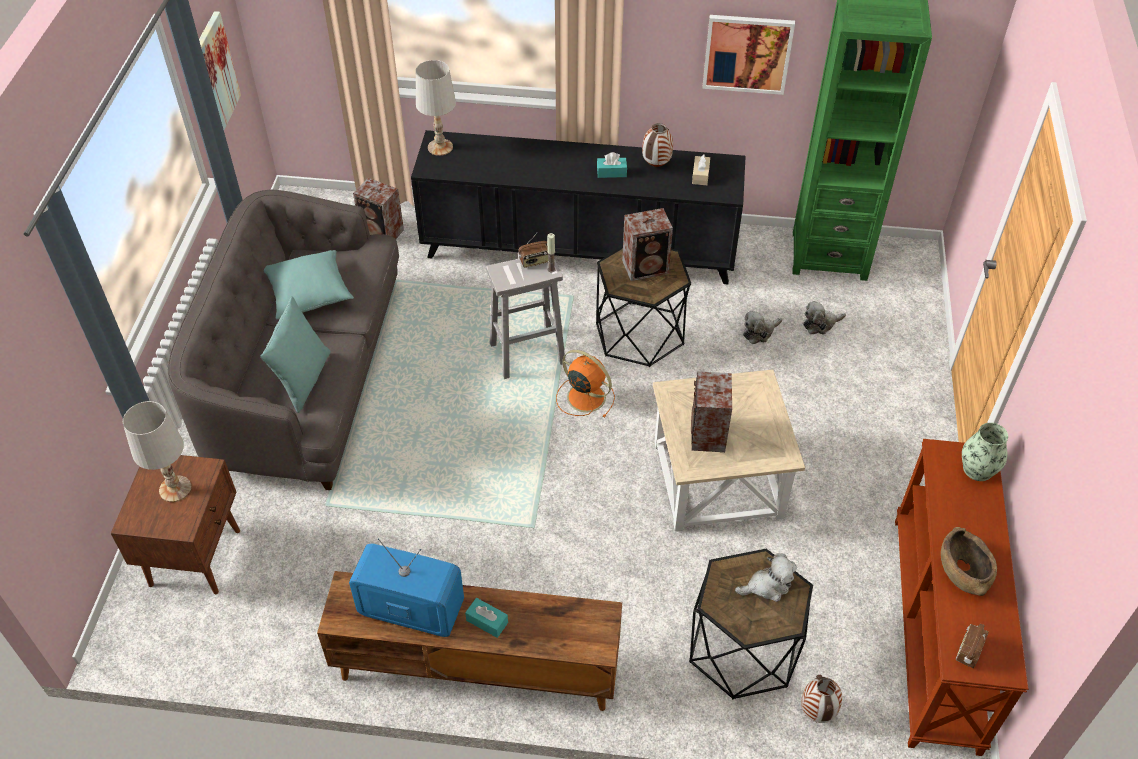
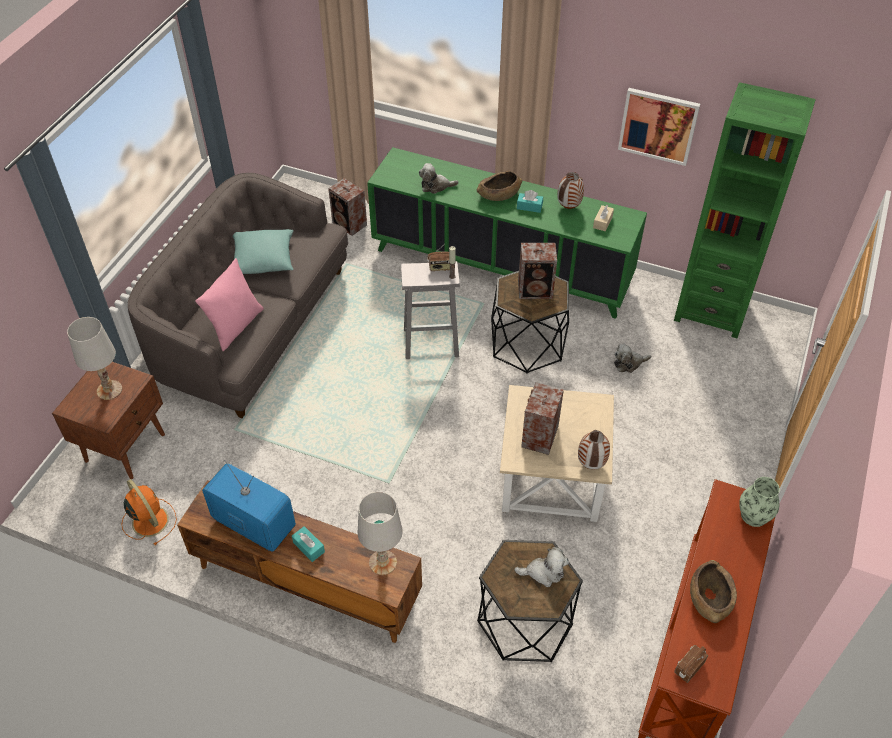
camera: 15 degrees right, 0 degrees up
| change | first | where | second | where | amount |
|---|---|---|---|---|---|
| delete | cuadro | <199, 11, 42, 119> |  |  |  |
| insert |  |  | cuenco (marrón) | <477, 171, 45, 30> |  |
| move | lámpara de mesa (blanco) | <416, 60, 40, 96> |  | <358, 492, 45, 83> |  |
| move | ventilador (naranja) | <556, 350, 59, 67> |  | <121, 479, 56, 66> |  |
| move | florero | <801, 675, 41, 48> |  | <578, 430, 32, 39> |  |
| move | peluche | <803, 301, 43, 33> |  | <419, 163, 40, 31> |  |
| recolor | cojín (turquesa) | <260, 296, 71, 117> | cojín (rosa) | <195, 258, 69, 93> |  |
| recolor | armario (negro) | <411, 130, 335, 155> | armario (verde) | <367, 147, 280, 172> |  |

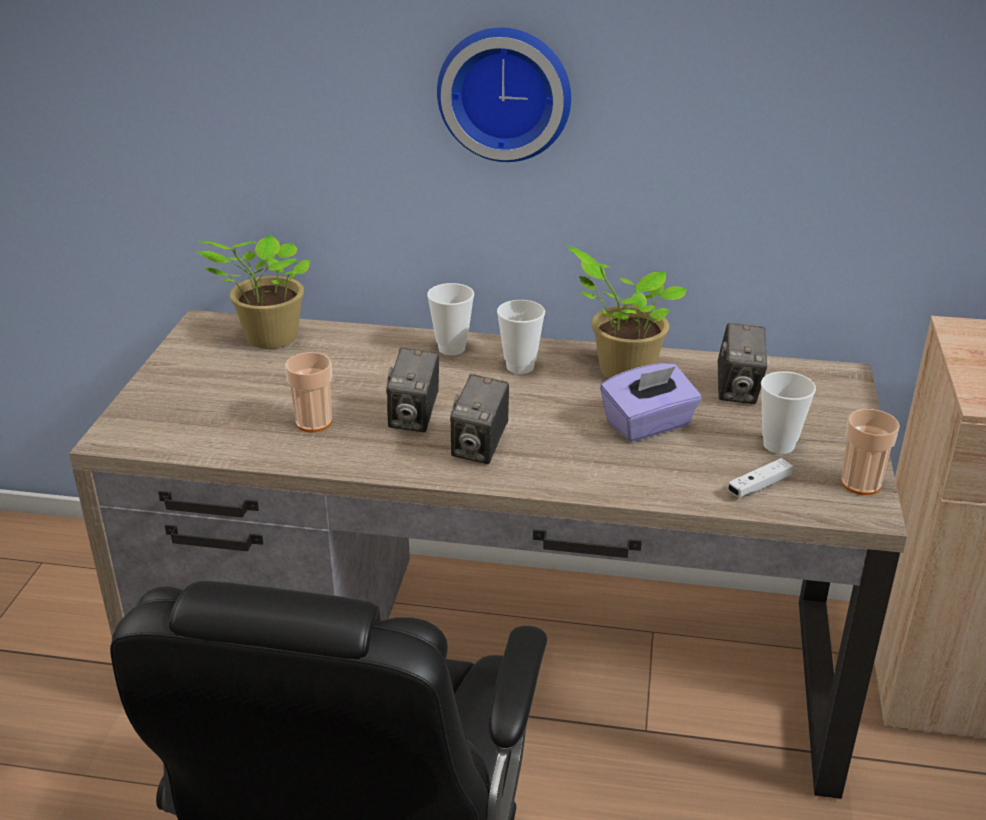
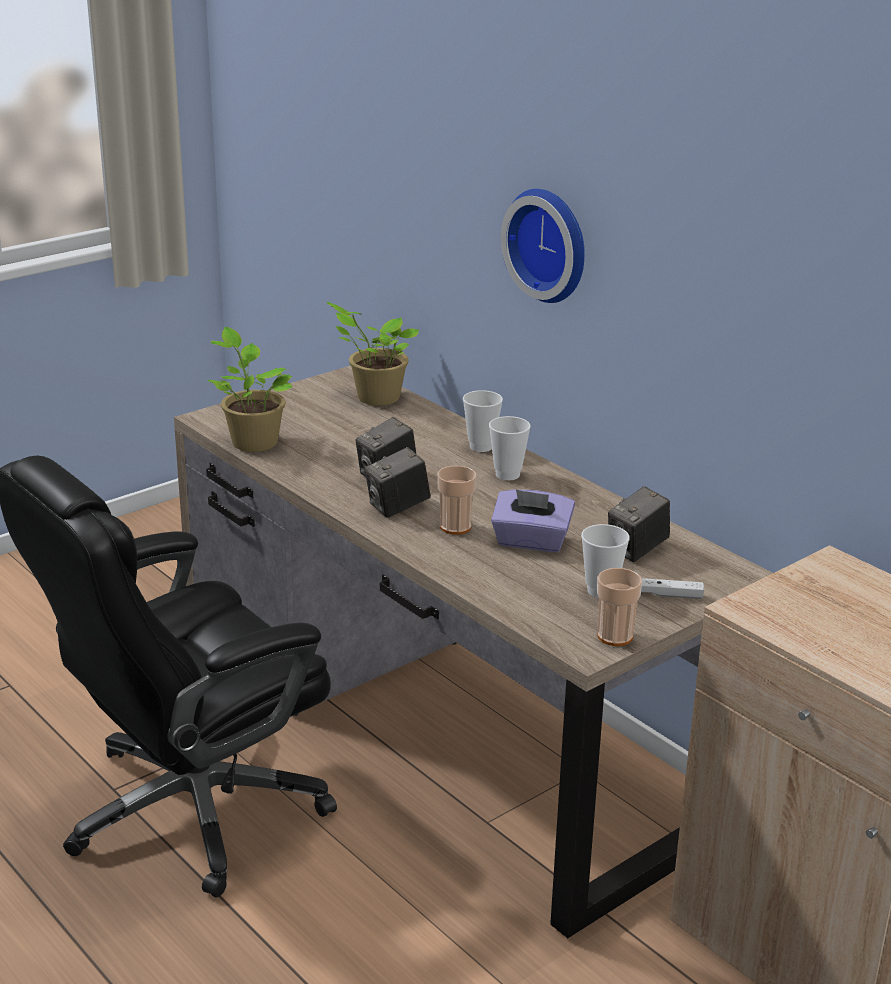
camera: 40 degrees right, 5 degrees down
| change | first | where | second | where | amount |
|---|---|---|---|---|---|
| move | taza | <285, 352, 47, 80> |  | <437, 466, 39, 69> |  |
| move | planta en maceta | <567, 246, 120, 132> |  | <208, 327, 85, 125> |  |
| move | mando de consola (blanco) | <727, 458, 66, 39> |  | <641, 578, 63, 21> |  |

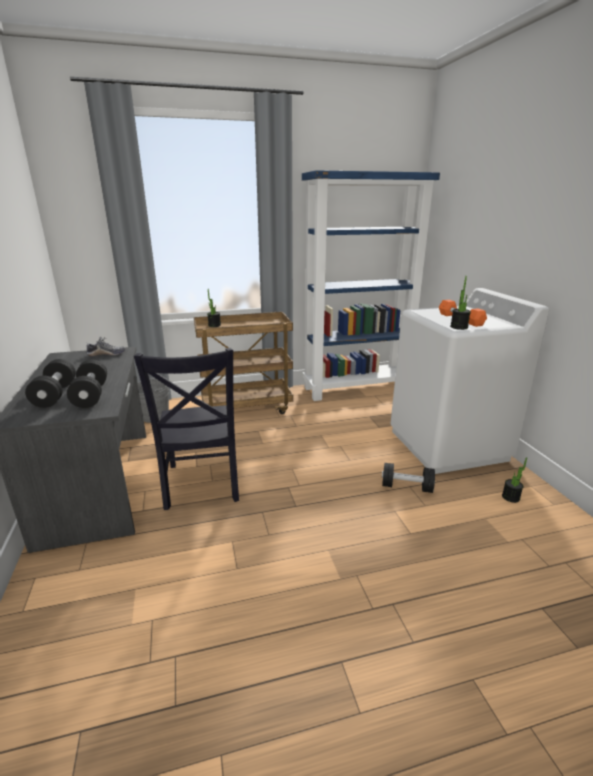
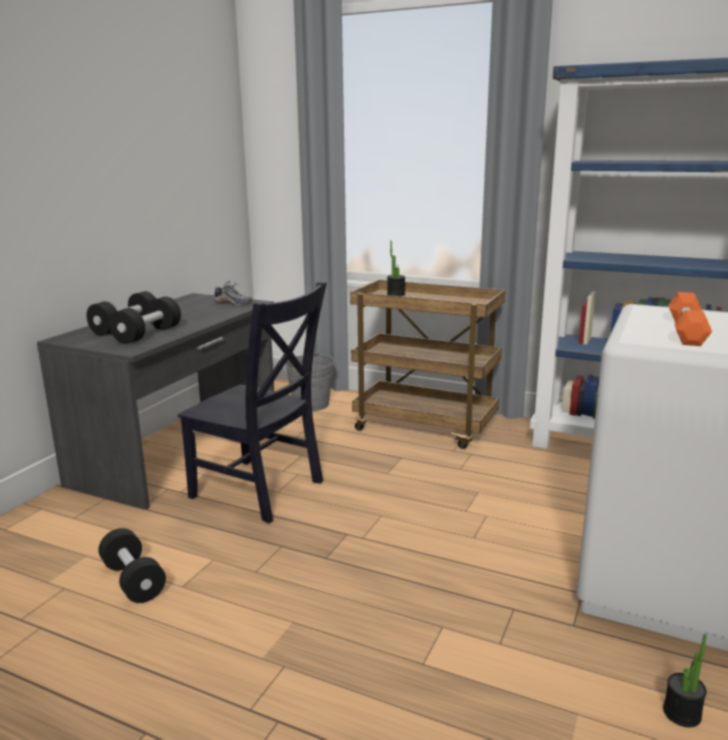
camera: 40 degrees right, 5 degrees down
| change | first | where | second | where | amount |
|---|---|---|---|---|---|
| delete | planta en maceta | <450, 276, 21, 54> |  |  |  |
| move | mancuerna (negro) | <382, 463, 53, 30> |  | <98, 528, 68, 75> |  |
| rotate | silla (negro) | <134, 348, 105, 162> |  | <178, 282, 149, 242> | 90 degrees counterclockwise |

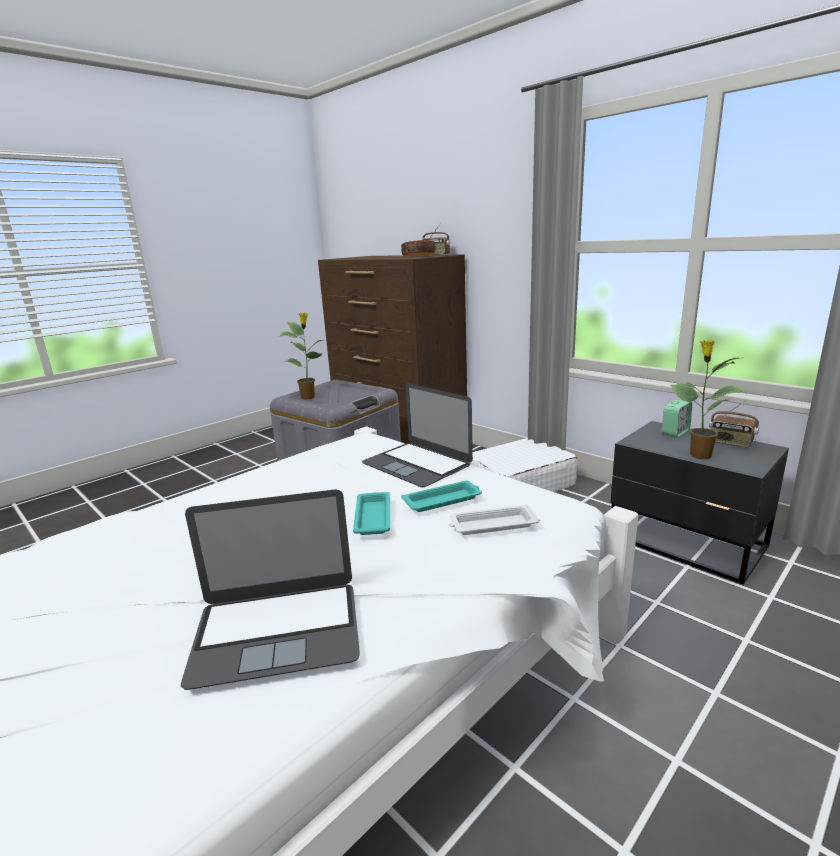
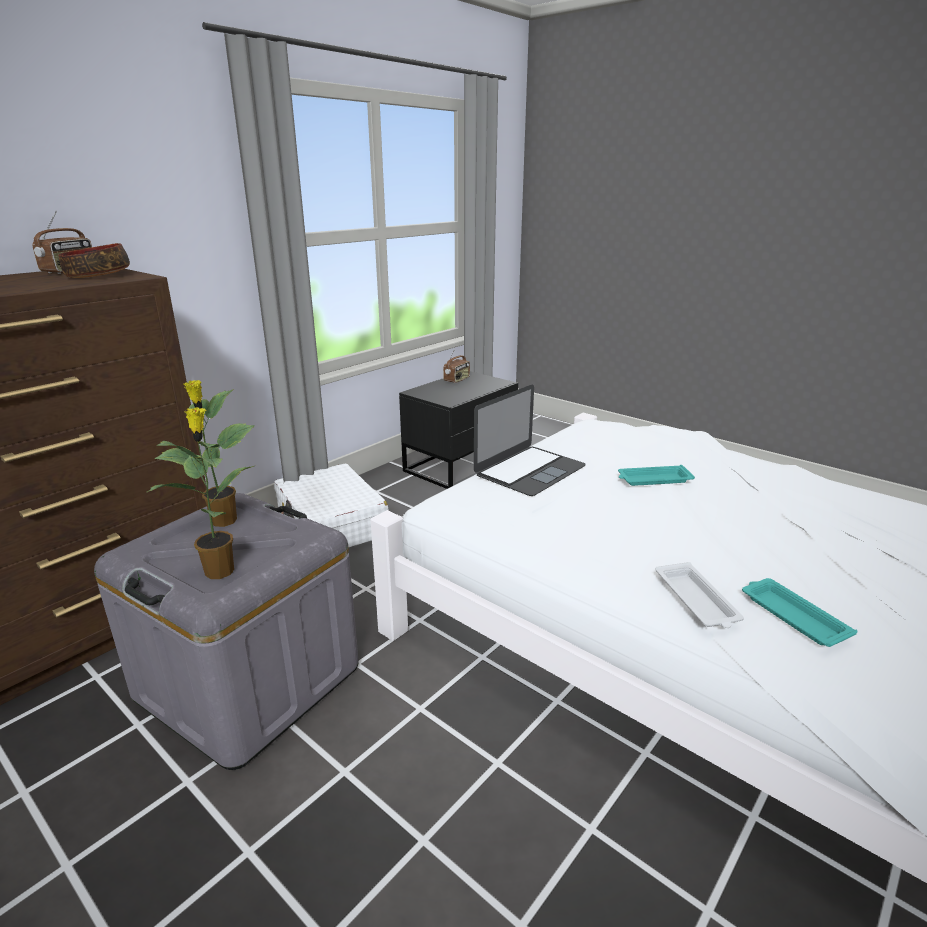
camera: 95 degrees left, 5 degrees up
| change | first | where | second | where | amount |
|---|---|---|---|---|---|
| delete | portátil | <181, 490, 179, 200> |  |  |  |
| delete | despertador | <662, 400, 30, 37> |  |  |  |
| move | bandeja (turquesa) | <401, 481, 81, 31> |  | <742, 578, 115, 69> |  |
| move | bandeja (blanco) | <449, 504, 91, 31> |  | <655, 562, 89, 66> |  |
| move | planta en maceta | <670, 339, 76, 120> |  | <154, 380, 101, 147> |  |

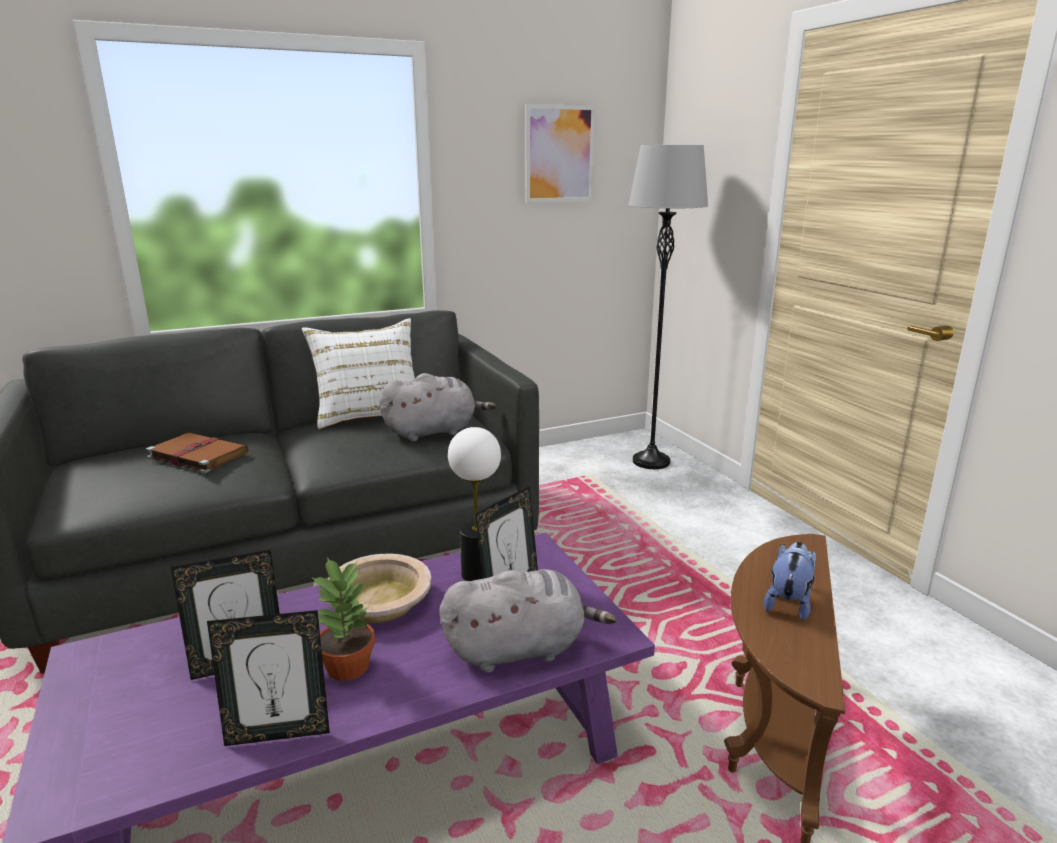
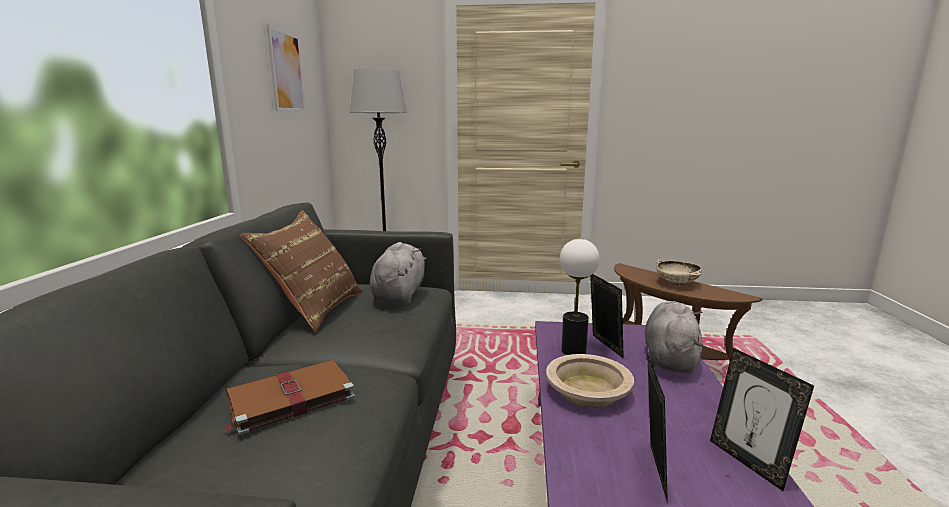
camera: 60 degrees left, 5 degrees down
| change | first | where | second | where | amount |
|---|---|---|---|---|---|
| delete | planta en maceta | <311, 557, 64, 124> |  |  |  |
| replace | peluche | <764, 542, 52, 79> | cuenco (beis) | <657, 260, 45, 25> |  |
| recolor | cojín (blanco) | <302, 318, 113, 111> | cojín (marrón) | <240, 210, 122, 121> |  |
| rotate | portarretratos | <207, 610, 123, 136> |  | <710, 348, 104, 143> | 135 degrees clockwise |

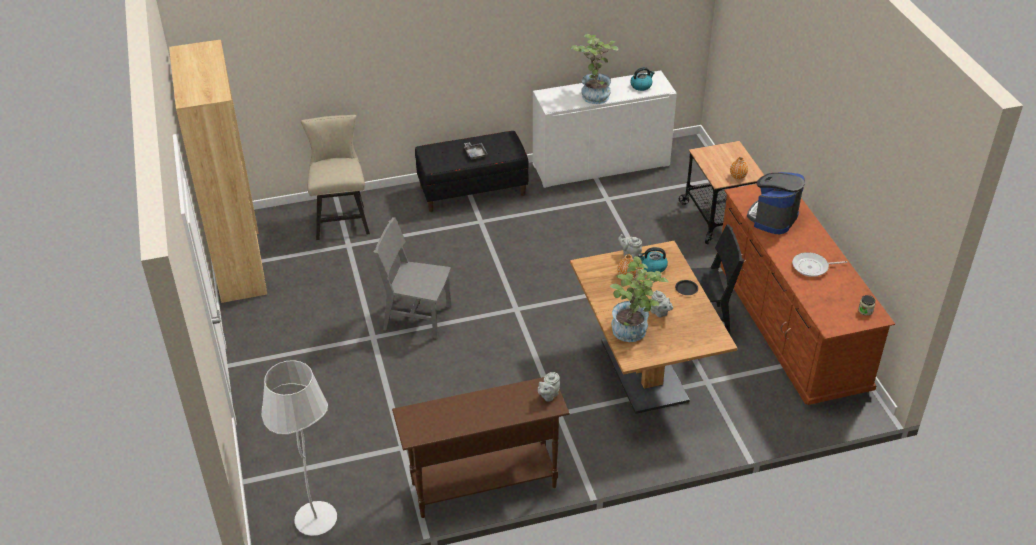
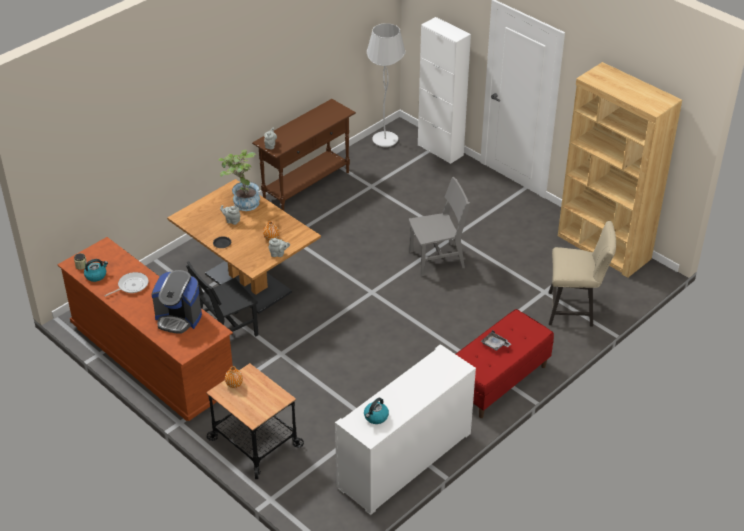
camera: 150 degrees right, 0 degrees up
| change | first | where | second | where | amount |
|---|---|---|---|---|---|
| delete | planta en maceta | <570, 34, 48, 70> |  |  |  |
| insert |  |  | armario (blanco) | <418, 17, 53, 147> |  |
| move | hervidor | <638, 247, 30, 25> |  | <84, 259, 24, 23> |  |
| recolor | banco (negro) | <415, 131, 114, 81> | banco (rojo) | <456, 309, 98, 109> |  |
| rotate | silla (beis) | <301, 115, 69, 125> |  | <549, 221, 67, 105> | 45 degrees counterclockwise |
| rotate | cafetera | <747, 172, 58, 62> |  | <151, 270, 51, 64> | 105 degrees clockwise |

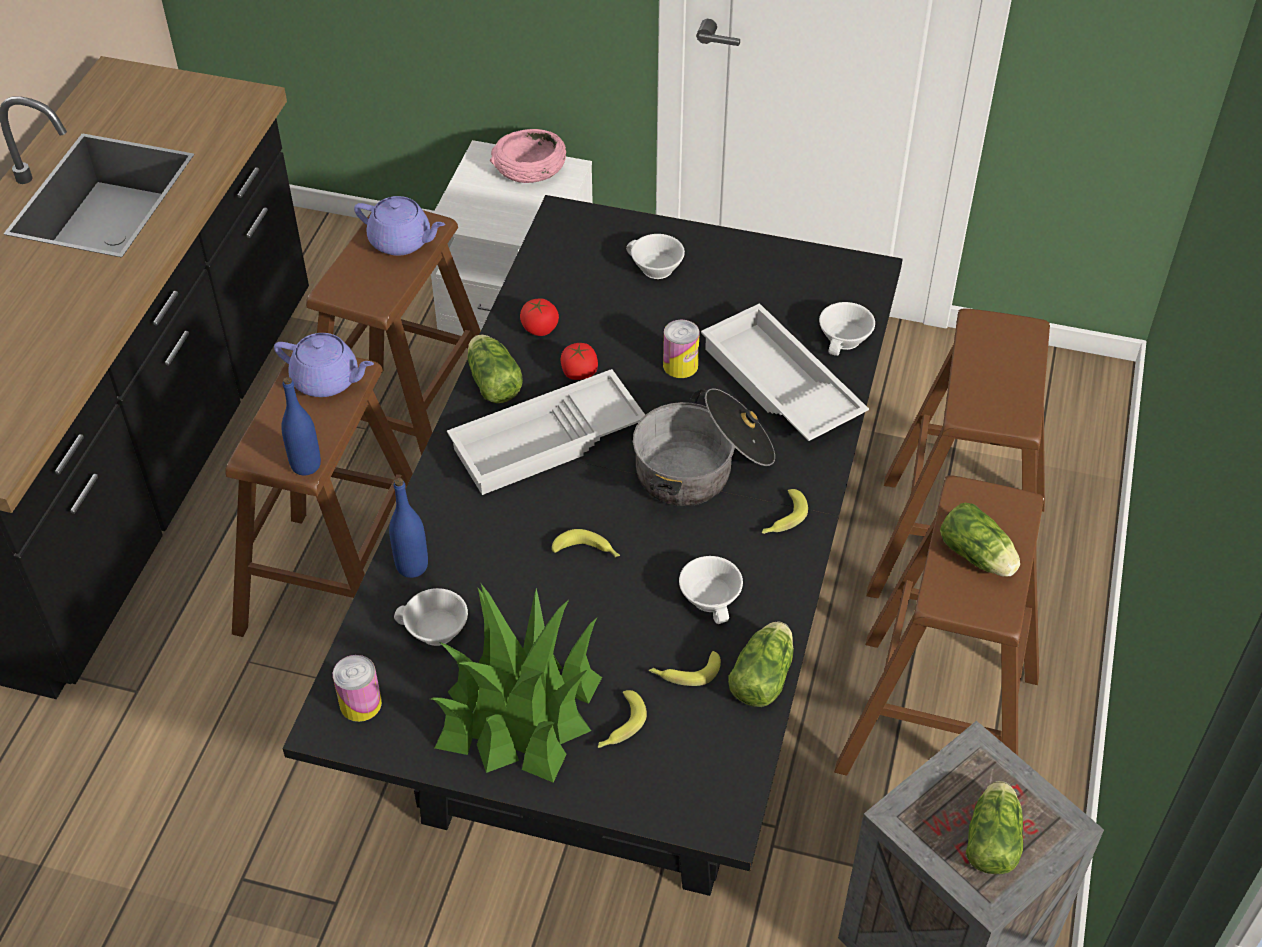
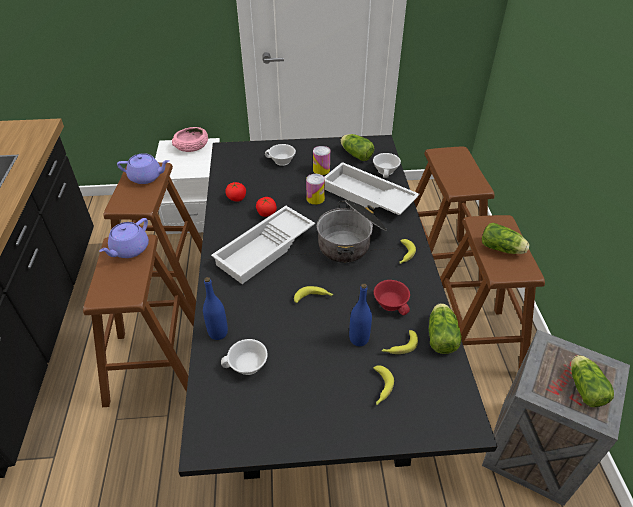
camera: 20 degrees left, 5 degrees down
| change | first | where | second | where | amount |
|---|---|---|---|---|---|
| delete | planta en maceta | <431, 584, 171, 198> |  |  |  |
| move | botella (azul) | <281, 377, 40, 99> |  | <349, 283, 23, 63> |  |
| move | lata | <333, 655, 49, 67> |  | <313, 146, 17, 29> |  |
| move | lechuga | <467, 334, 56, 69> |  | <340, 134, 34, 27> |  |
| recolor | taza (blanco) | <679, 556, 64, 68> | taza (rojo) | <374, 280, 36, 35> |  |
| rotate | tetera (morado) | <274, 333, 100, 64> |  | <99, 218, 50, 40> | 120 degrees clockwise |

